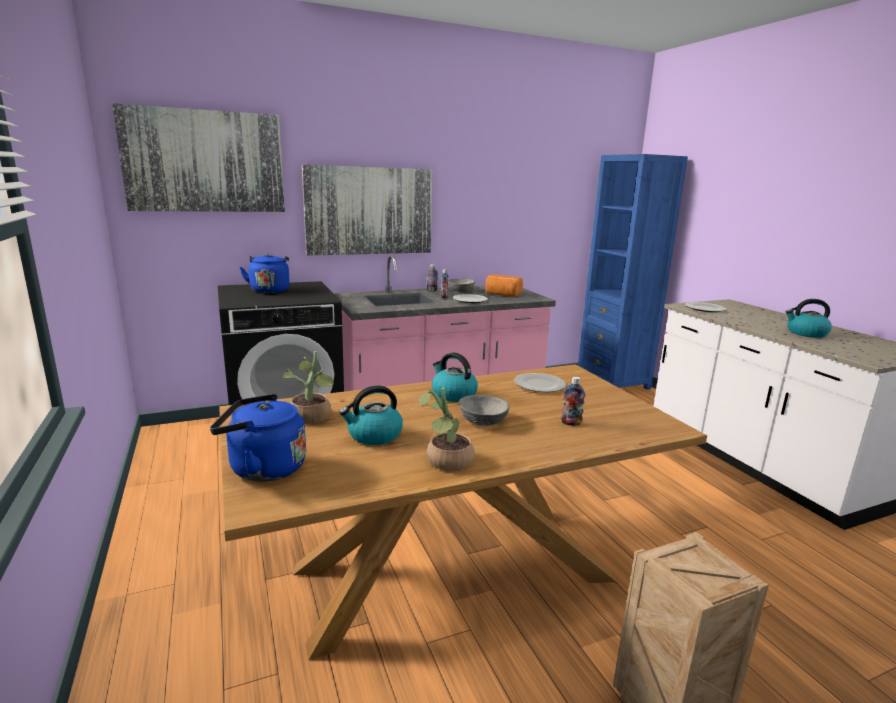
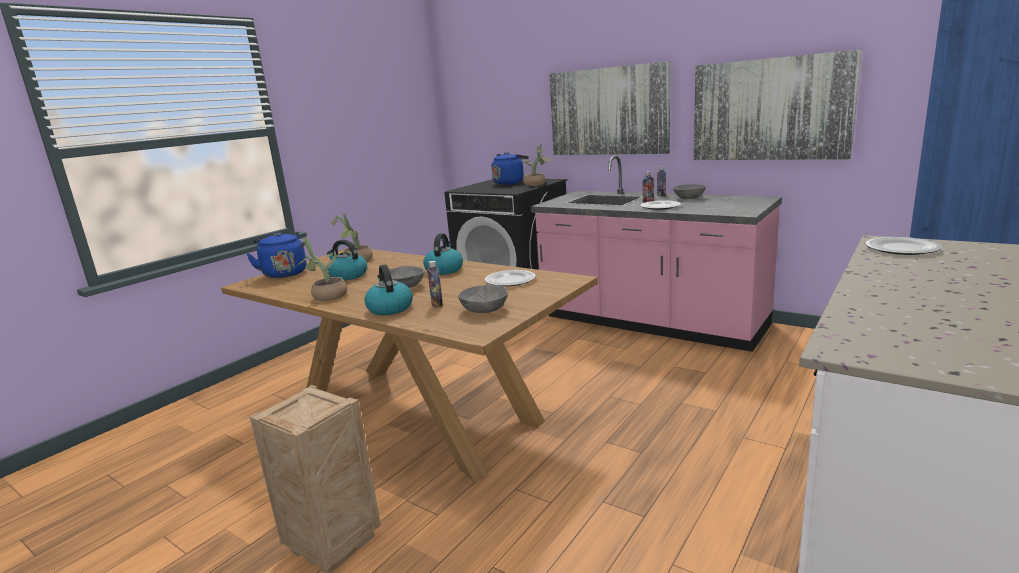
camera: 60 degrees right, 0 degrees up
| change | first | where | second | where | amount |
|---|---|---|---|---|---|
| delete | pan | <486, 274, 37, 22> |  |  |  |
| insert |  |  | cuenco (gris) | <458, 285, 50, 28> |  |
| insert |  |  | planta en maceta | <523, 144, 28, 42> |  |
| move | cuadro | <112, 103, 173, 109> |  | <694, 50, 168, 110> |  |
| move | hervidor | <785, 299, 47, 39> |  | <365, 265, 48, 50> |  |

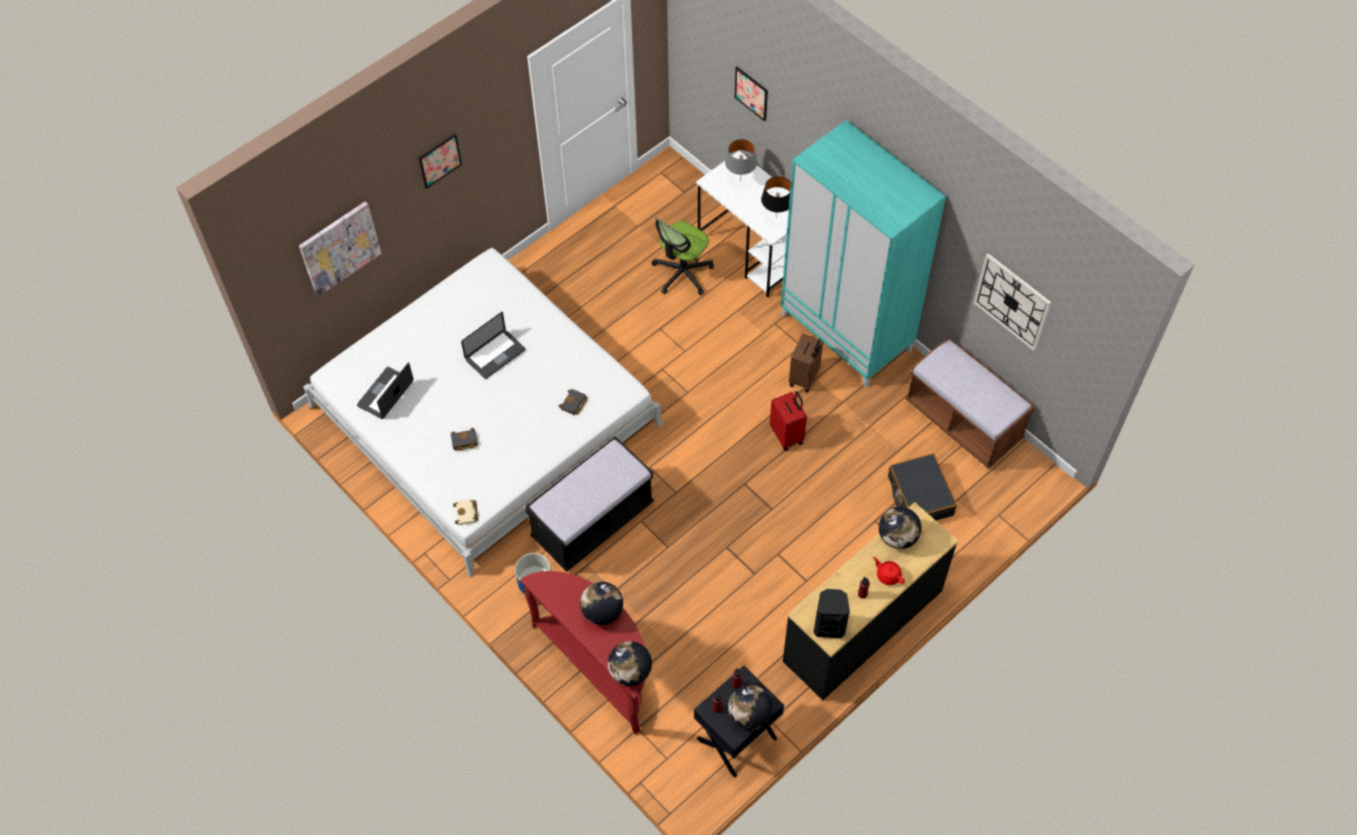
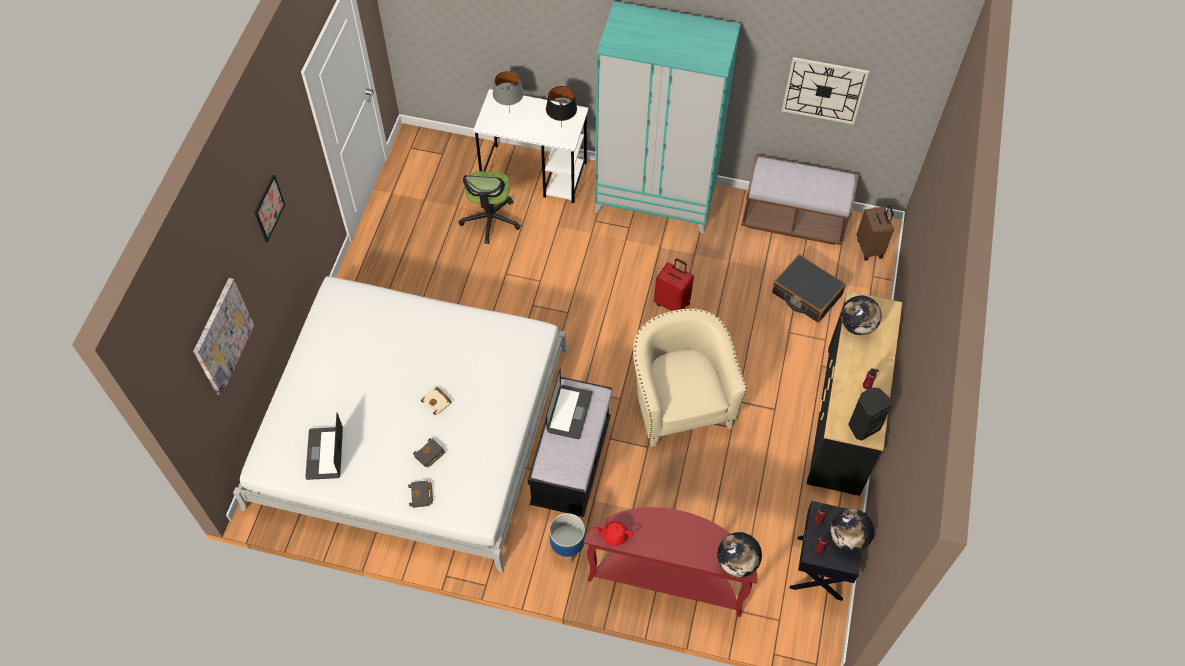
camera: 35 degrees left, 0 degrees up
| change | first | where | second | where | amount |
|---|---|---|---|---|---|
| delete | globo terráqueo | <580, 582, 43, 43> |  |  |  |
| delete | cuadro | <735, 67, 33, 54> |  |  |  |
| insert |  |  | sillón (beis) | <633, 309, 114, 138> |  |
| move | libro (beis) | <453, 499, 25, 26> |  | <420, 387, 32, 28> |  |
| move | portátil | <461, 312, 64, 67> |  | <546, 369, 46, 70> |  |
| move | libro (negro) | <559, 389, 29, 26> |  | <408, 481, 25, 27> |  |
| move | maleta (marrón) | <789, 334, 34, 58> |  | <856, 205, 38, 56> |  |
| move | tetera (rojo) | <873, 557, 32, 28> |  | <594, 521, 40, 25> |  |

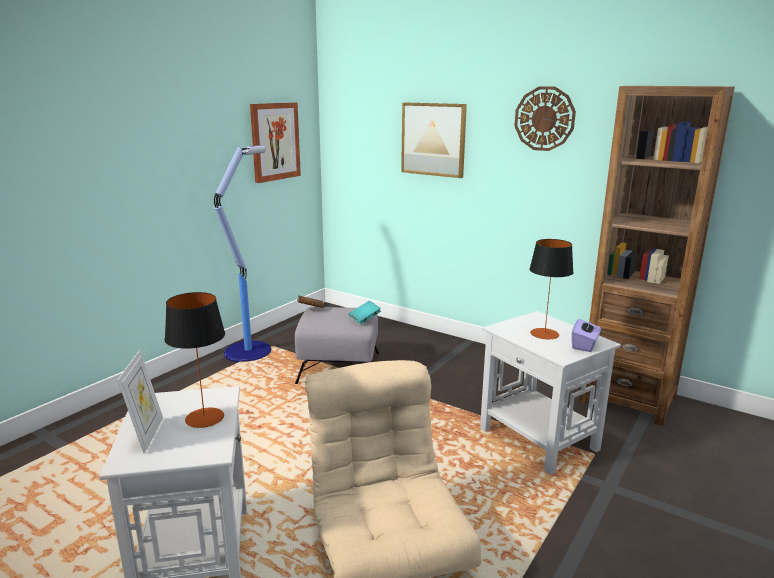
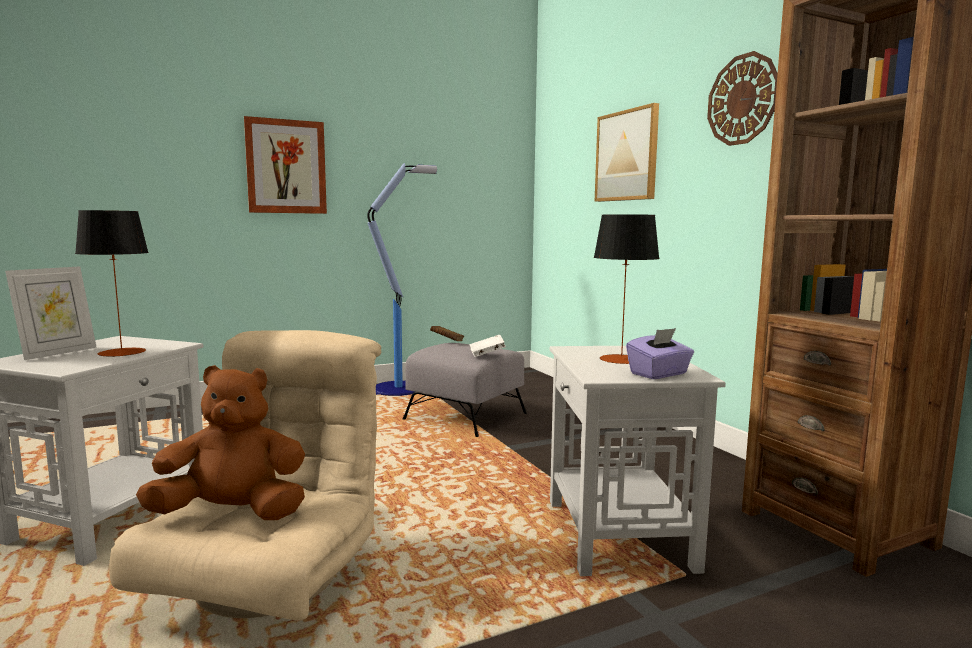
camera: 30 degrees right, 10 degrees down
| change | first | where | second | where | amount |
|---|---|---|---|---|---|
| insert |  |  | peluche (marrón) | <136, 365, 169, 155> |  |
| move | cuadro | <250, 102, 51, 81> |  | <244, 116, 83, 98> |  |
| recolor | libro (turquesa) | <349, 301, 32, 23> | libro (blanco) | <469, 335, 37, 22> |  |

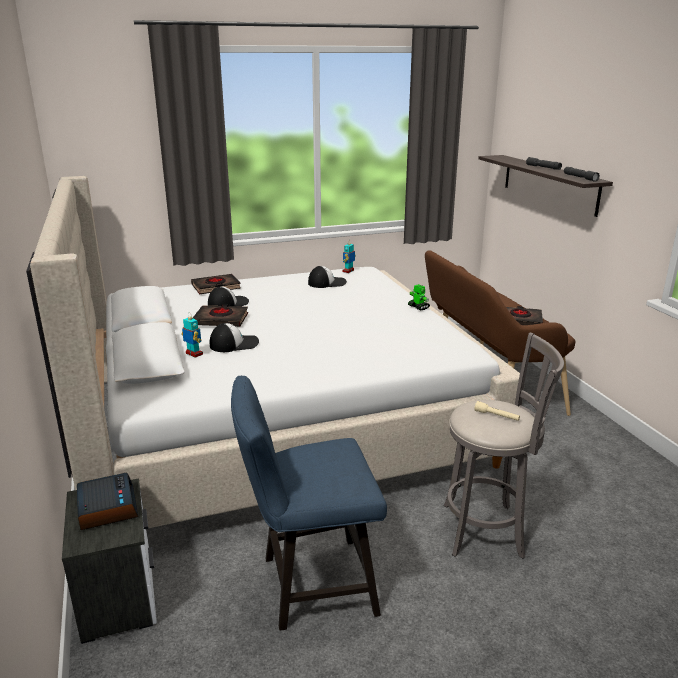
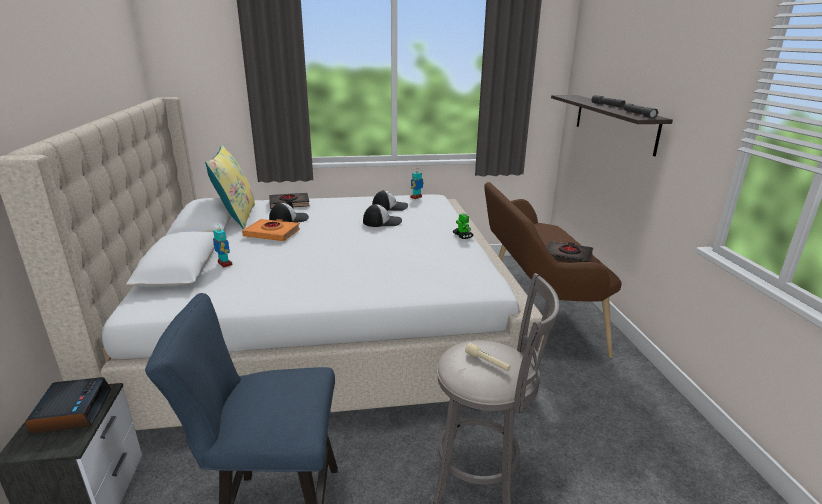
camera: 10 degrees right, 0 degrees up
| change | first | where | second | where | amount |
|---|---|---|---|---|---|
| insert |  |  | cojín (amarillo) | <205, 145, 50, 84> |  |
| move | gorra | <210, 323, 49, 29> |  | <363, 204, 39, 23> |  |
| recolor | libro (negro) | <193, 304, 55, 23> | libro (naranja) | <242, 219, 58, 22> |  |

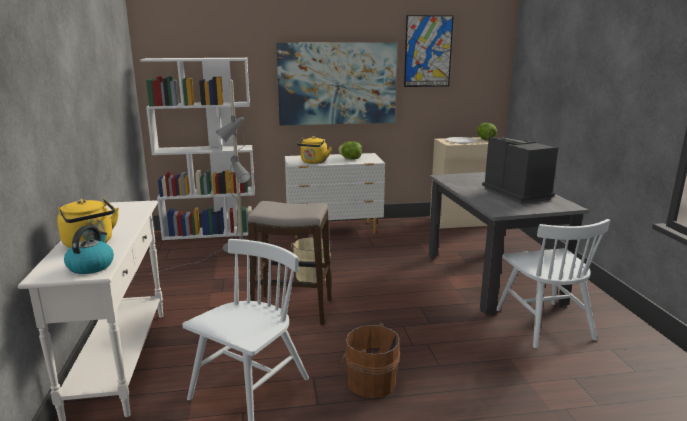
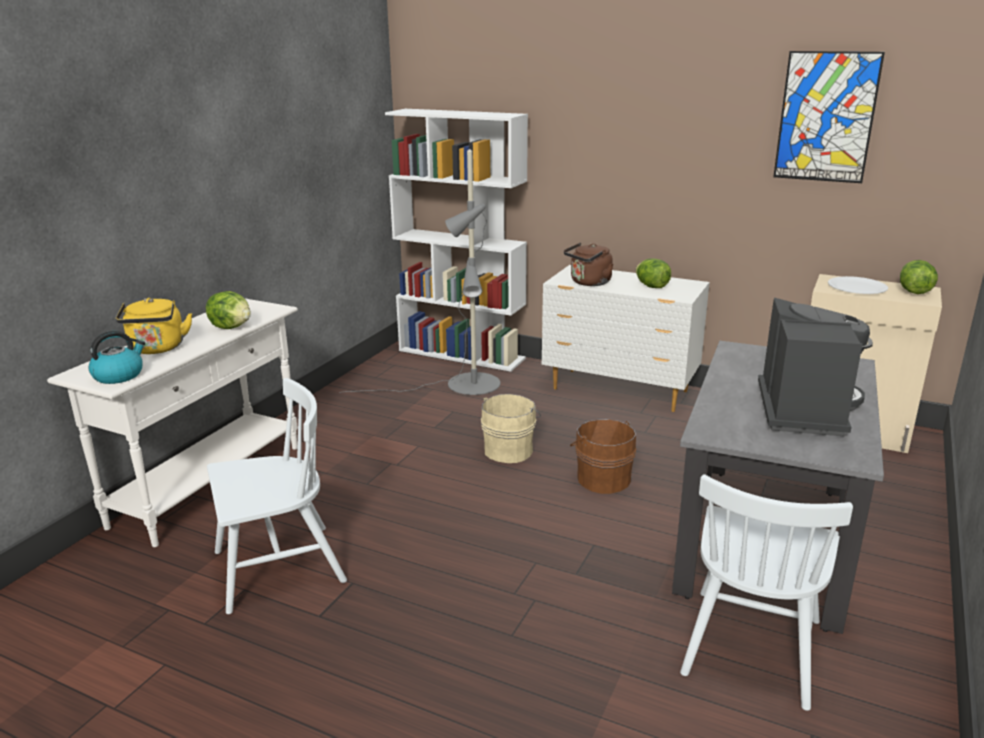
camera: 35 degrees right, 5 degrees up
| change | first | where | second | where | amount |
|---|---|---|---|---|---|
| delete | taburete | <248, 201, 84, 124> |  |  |  |
| delete | cuadro | <276, 42, 121, 84> |  |  |  |
| insert |  |  | lechuga | <206, 291, 45, 38> |  |
| move | cubo (marrón) | <341, 323, 59, 75> |  | <570, 419, 67, 75> |  |
| recolor | hervidor (amarillo) | <297, 136, 35, 28> | hervidor (marrón) | <564, 242, 49, 44> |  |

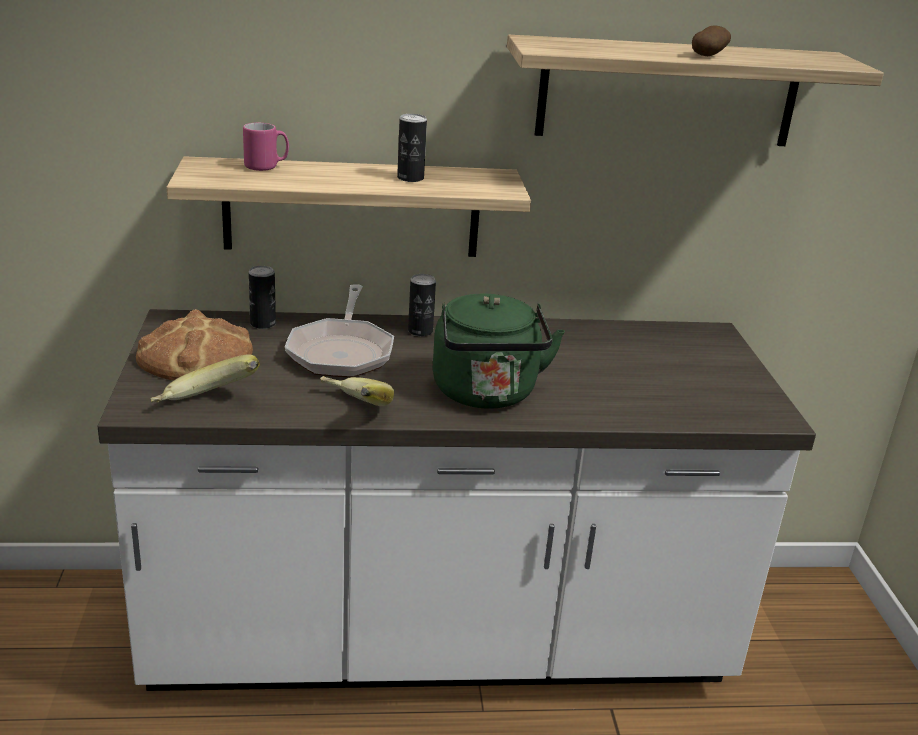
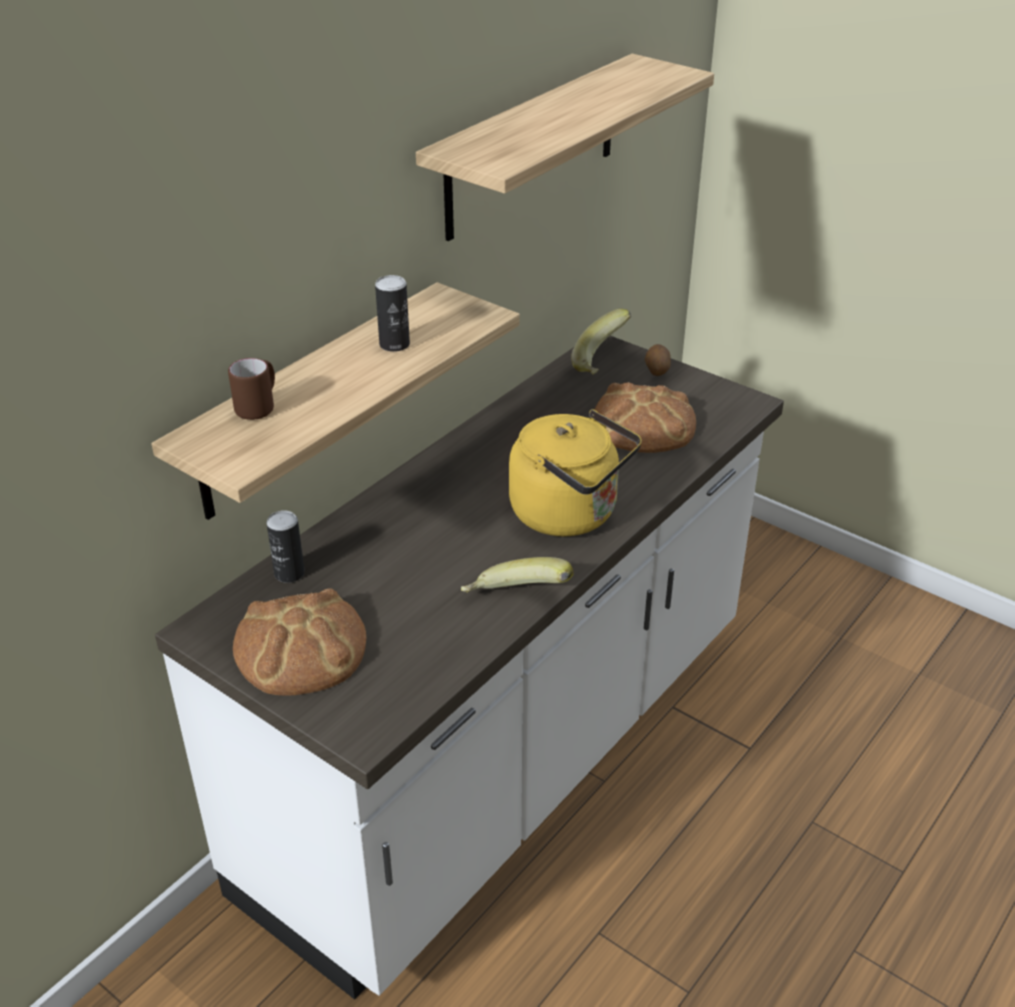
camera: 45 degrees left, 10 degrees up
| change | first | where | second | where | amount |
|---|---|---|---|---|---|
| delete | sartén | <285, 284, 109, 93> |  |  |  |
| delete | lata | <408, 274, 28, 62> |  |  |  |
| insert |  |  | pan | <594, 382, 102, 71> |  |
| move | plátano | <151, 354, 109, 49> |  | <571, 309, 60, 66> |  |
| move | patata | <692, 26, 39, 30> |  | <645, 344, 26, 32> |  |
| recolor | taza grande (rosa) | <243, 123, 46, 48> | taza grande (marrón) | <228, 358, 47, 62> |  |
| recolor | hervidor (verde) | <433, 294, 132, 115> | hervidor (amarillo) | <509, 409, 133, 127> |  |

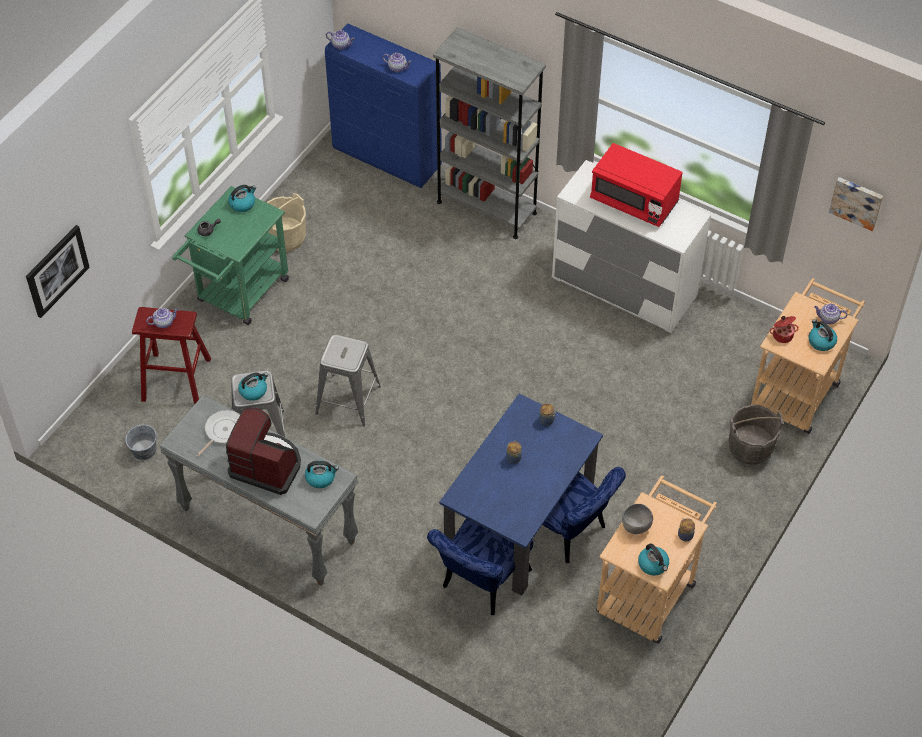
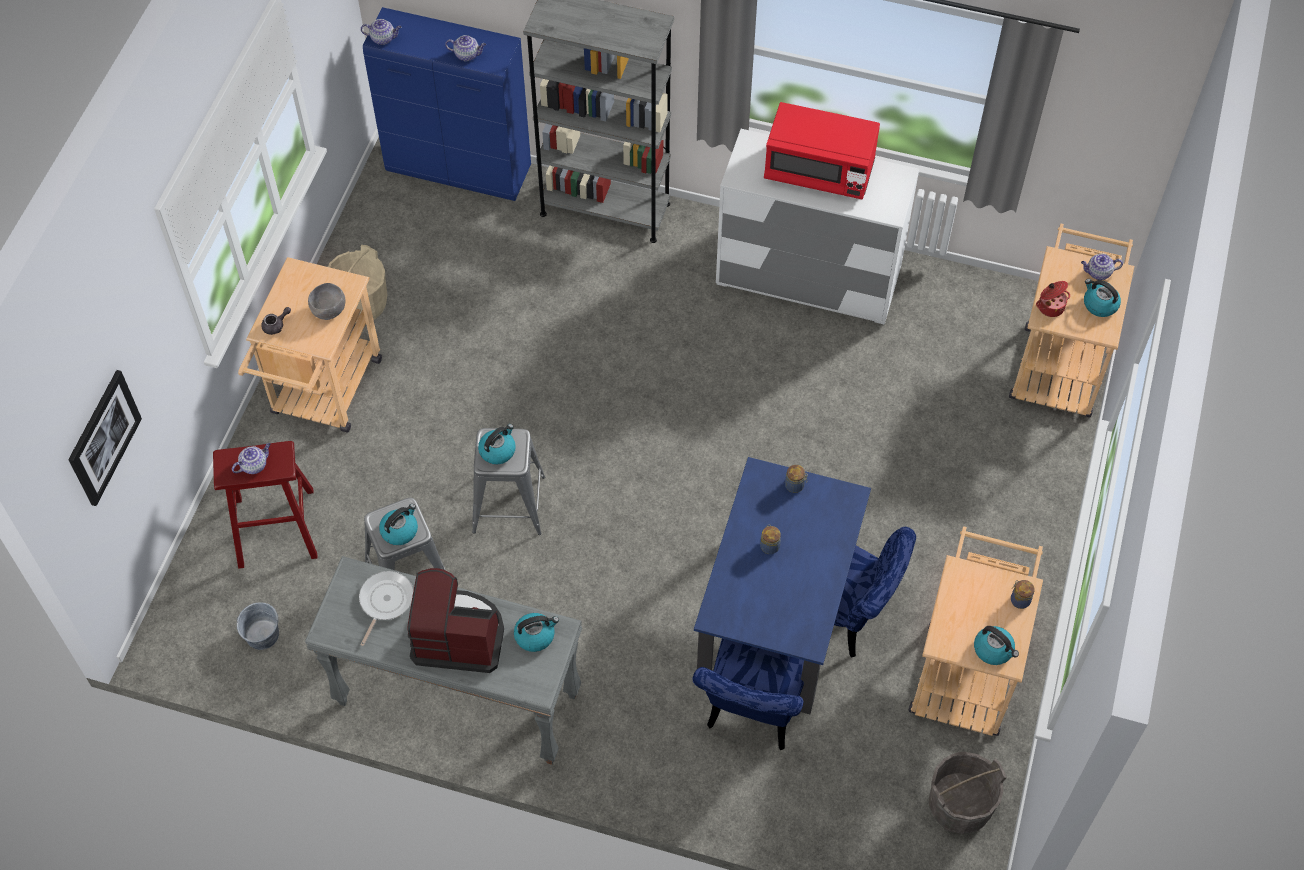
camera: 15 degrees left, 5 degrees up
| change | first | where | second | where | amount |
|---|---|---|---|---|---|
| delete | cuadro | <829, 177, 54, 54> |  |  |  |
| move | hervidor | <228, 185, 28, 27> |  | <478, 424, 38, 40> |  |
| move | cuenco (gris) | <622, 504, 31, 30> |  | <308, 283, 37, 37> |  |
| move | cubo (gris) | <729, 404, 55, 61> |  | <929, 752, 78, 82> |  |
| recolor | carrito (verde) | <172, 186, 117, 139> | carrito (beis) | <238, 257, 144, 176> |  |

